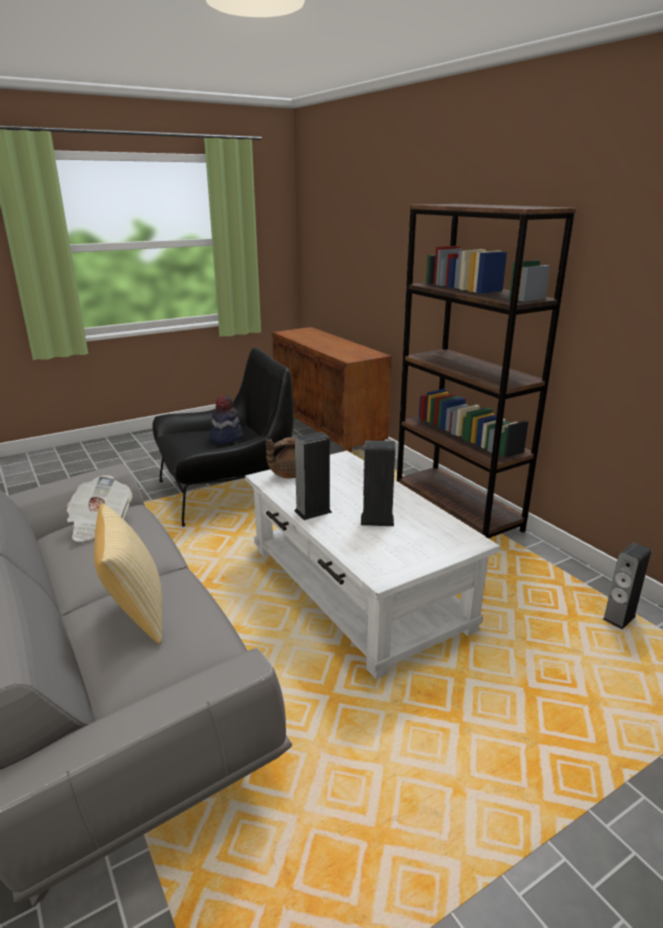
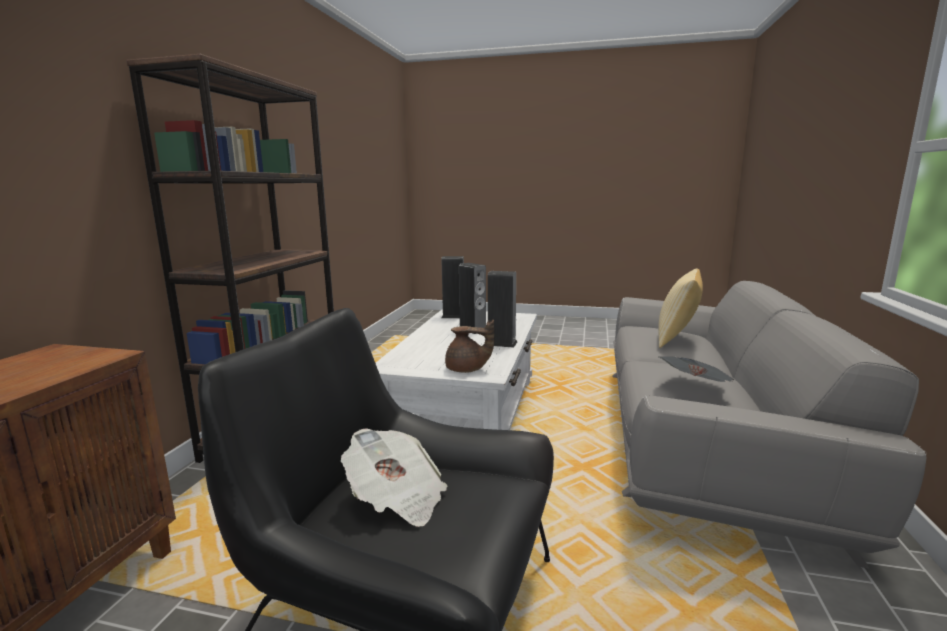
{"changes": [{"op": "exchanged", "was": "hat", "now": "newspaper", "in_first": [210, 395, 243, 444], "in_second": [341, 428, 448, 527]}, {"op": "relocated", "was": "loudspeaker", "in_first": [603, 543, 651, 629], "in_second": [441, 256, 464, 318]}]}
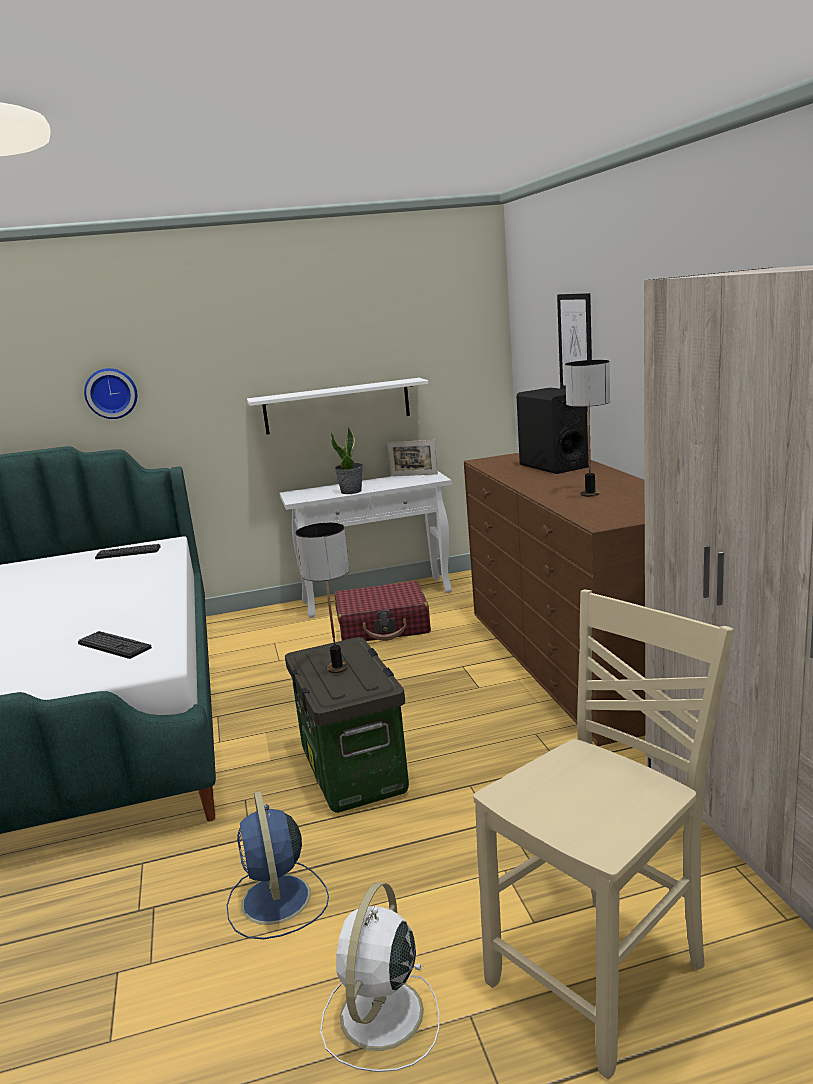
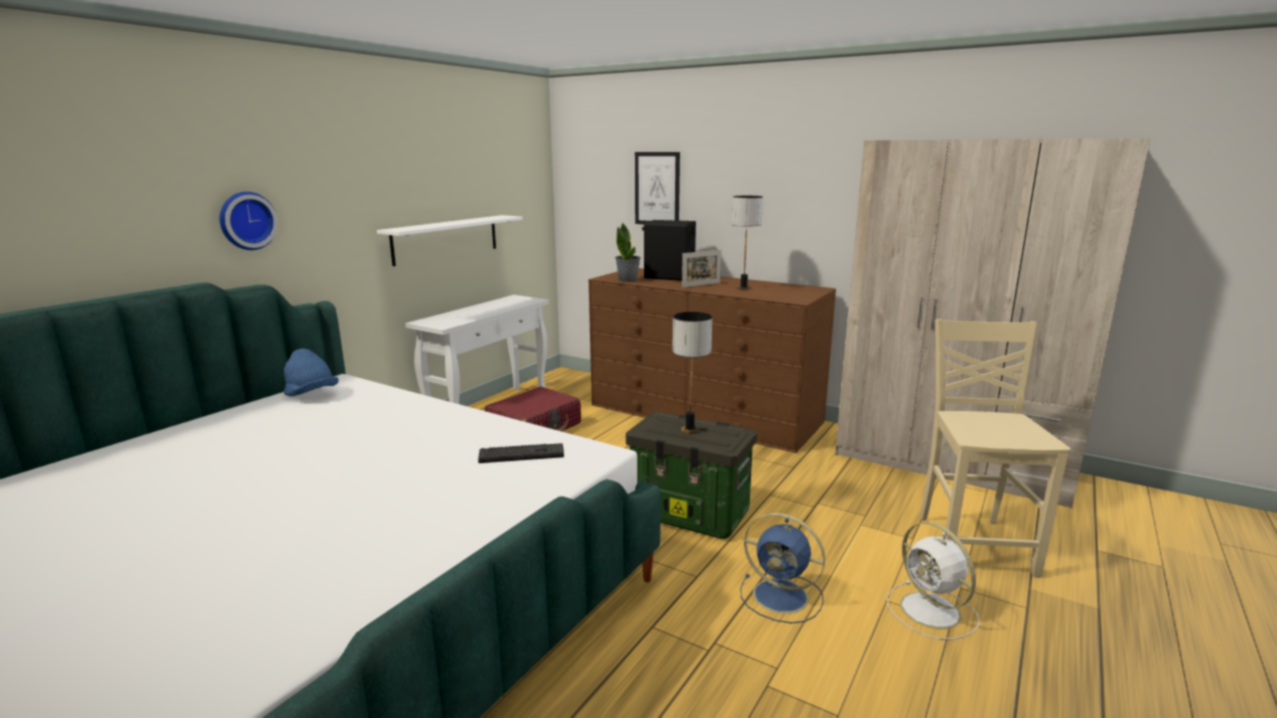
{"changes": [{"op": "exchanged", "was": "computer keyboard", "now": "bluish hat", "in_first": [95, 544, 161, 559], "in_second": [284, 348, 339, 396]}, {"op": "relocated", "was": "plant in a pot", "in_first": [331, 427, 363, 494], "in_second": [615, 223, 641, 282]}, {"op": "relocated", "was": "photo frame", "in_first": [387, 440, 438, 476], "in_second": [682, 250, 721, 288]}]}
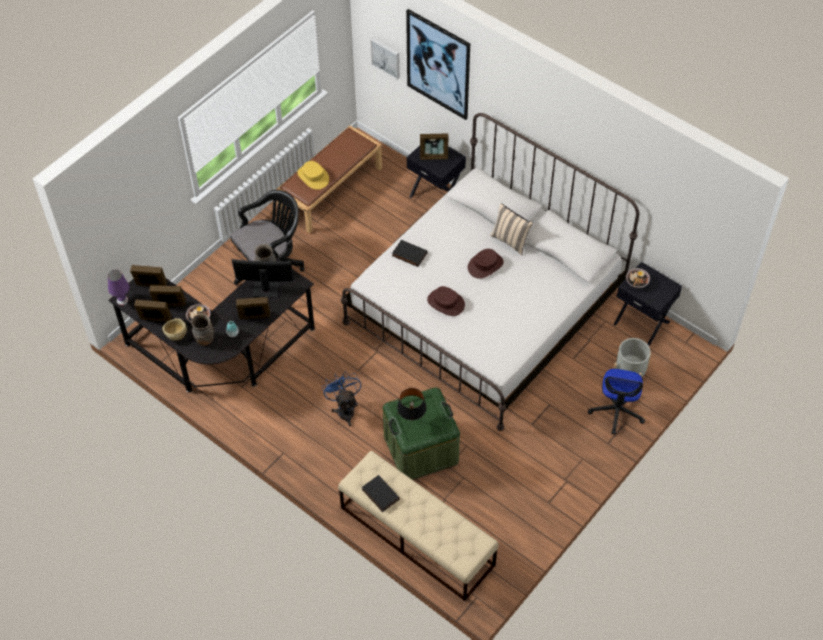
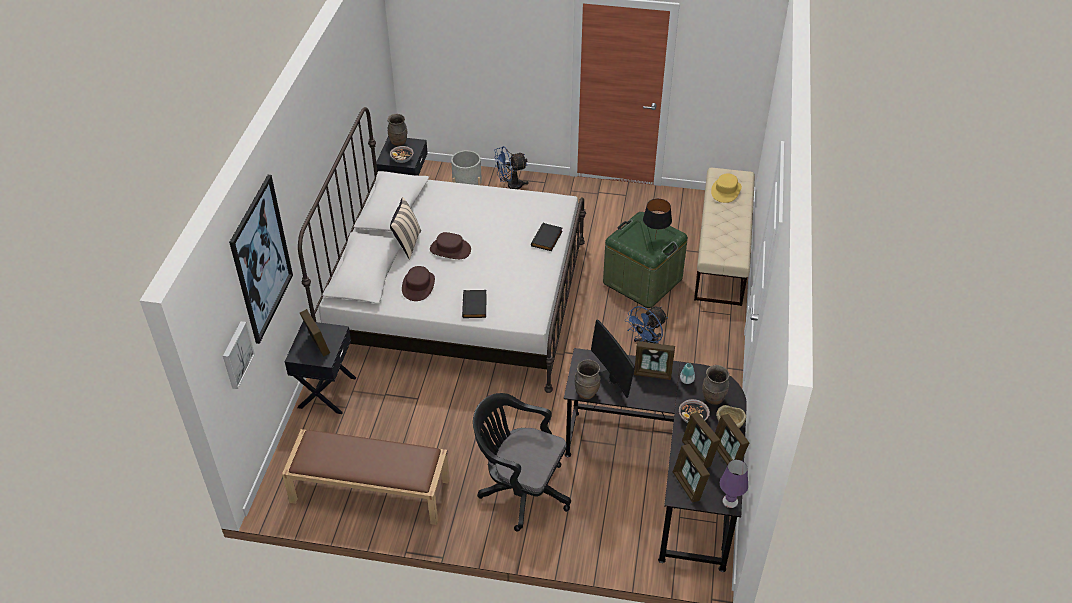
{"changes": [{"op": "appeared", "now": "brown flower vase", "in_second": [387, 114, 408, 146]}, {"op": "relocated", "was": "brown hat", "in_first": [427, 286, 465, 316], "in_second": [402, 266, 435, 301]}, {"op": "exchanged", "was": "office chair", "now": "bluish fan", "in_first": [588, 369, 645, 434], "in_second": [494, 146, 528, 189]}, {"op": "relocated", "was": "black-coloured book", "in_first": [362, 475, 400, 512], "in_second": [531, 223, 563, 251]}, {"op": "spun", "was": "photo frame", "in_first": [236, 297, 270, 319], "in_second": [634, 341, 675, 380], "clockwise": -45}, {"op": "relocated", "was": "yellow-coloured hat", "in_first": [297, 161, 329, 190], "in_second": [711, 173, 742, 203]}]}
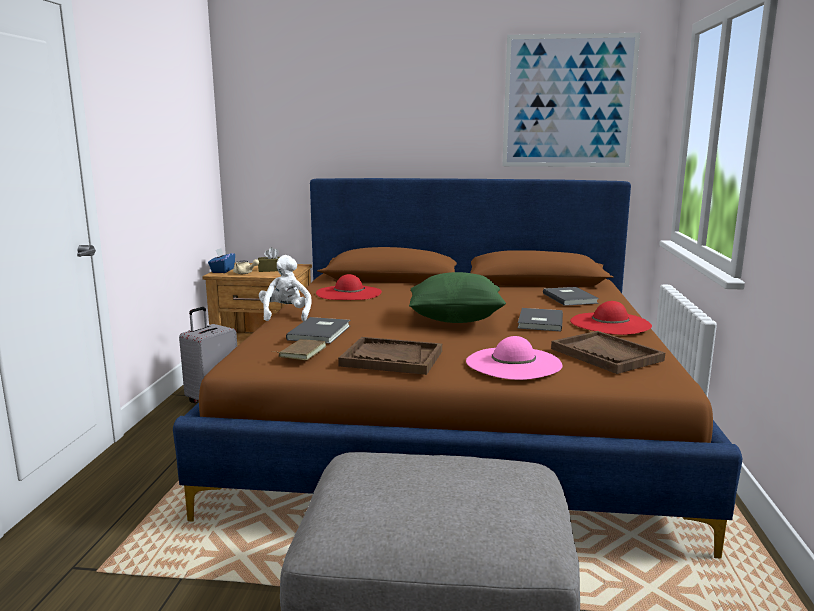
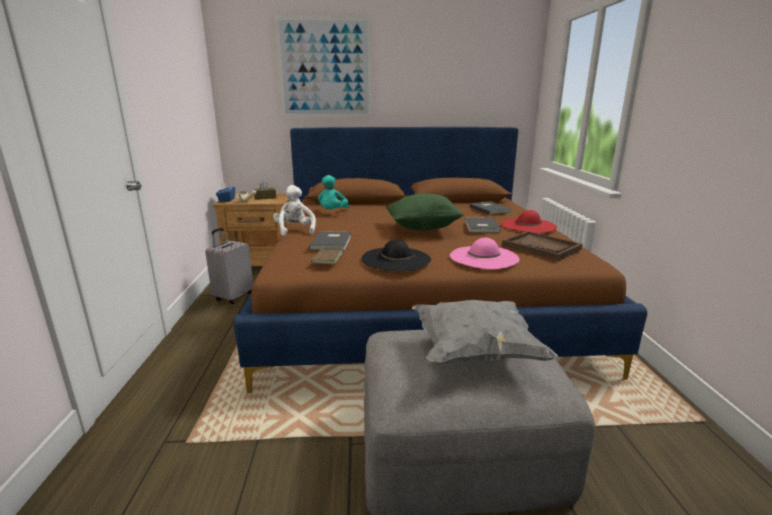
{"changes": [{"op": "relocated", "was": "wall art", "in_first": [502, 33, 640, 167], "in_second": [275, 16, 372, 117]}, {"op": "exchanged", "was": "red-coloured hat", "now": "turquoise soft toy", "in_first": [316, 274, 382, 300], "in_second": [318, 175, 349, 209]}, {"op": "exchanged", "was": "brown serving tray", "now": "black-coloured hat", "in_first": [338, 337, 442, 375], "in_second": [361, 239, 431, 272]}, {"op": "appeared", "now": "greyish pillow", "in_second": [412, 300, 558, 363]}]}
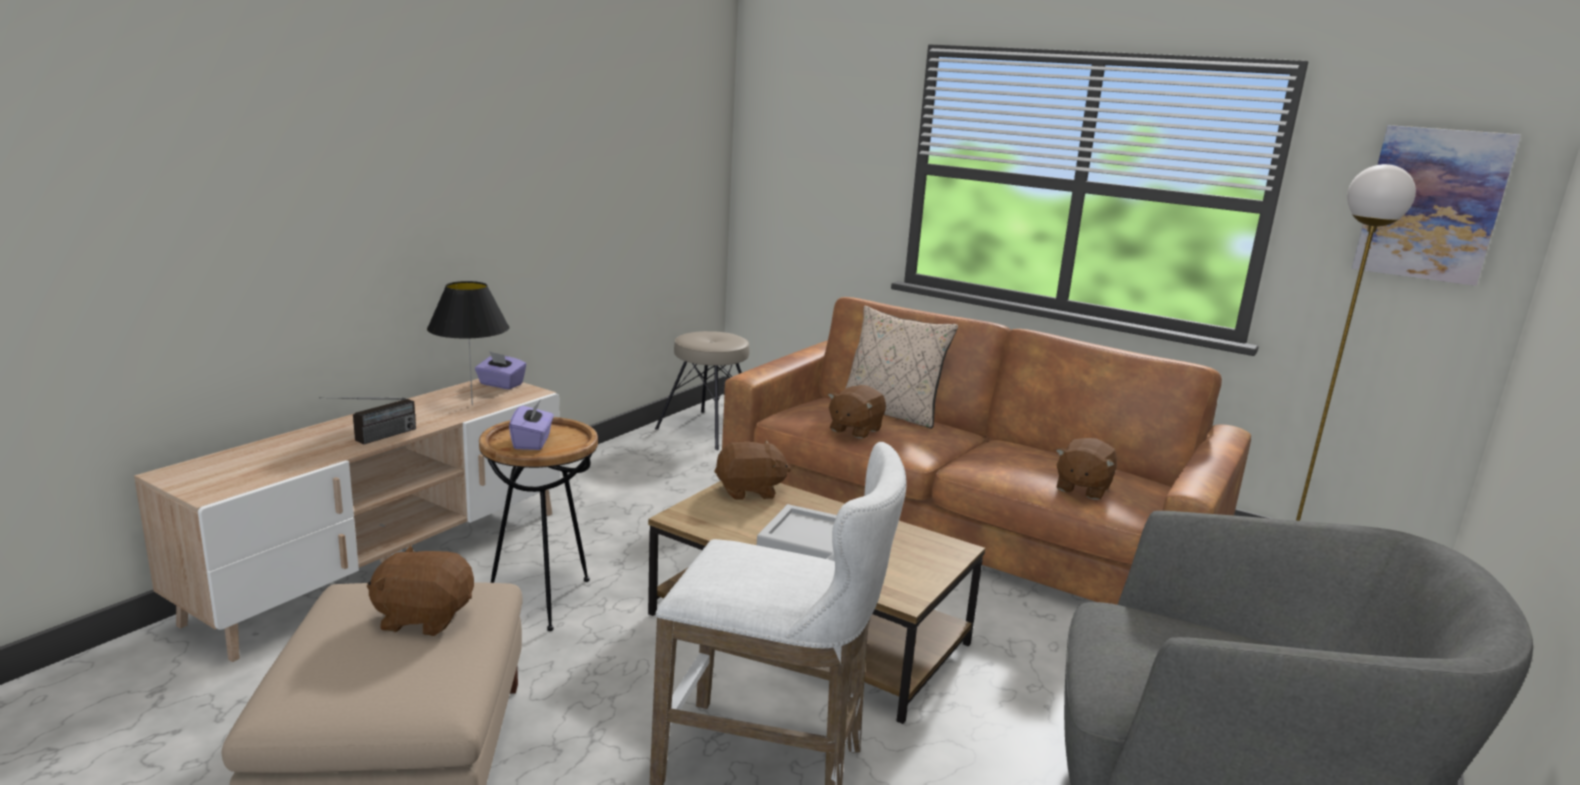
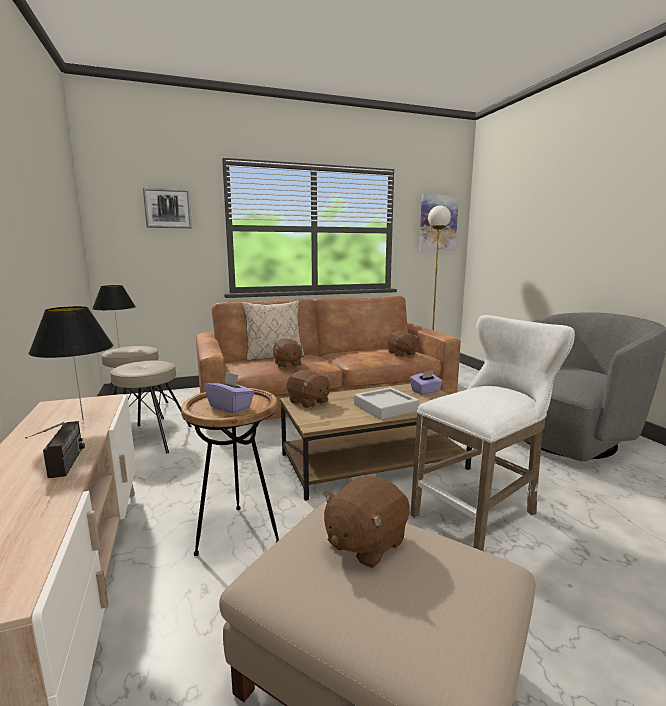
{"changes": [{"op": "appeared", "now": "black-coloured tabletop lamp", "in_second": [92, 285, 136, 344]}, {"op": "appeared", "now": "sand-coloured sitting stool", "in_second": [110, 360, 192, 453]}, {"op": "appeared", "now": "wall art", "in_second": [143, 188, 192, 228]}, {"op": "spun", "was": "brown soft toy", "in_first": [714, 440, 791, 500], "in_second": [287, 370, 331, 408], "clockwise": 105}, {"op": "relocated", "was": "purple-coloured tissue box", "in_first": [475, 351, 526, 390], "in_second": [410, 370, 443, 395]}]}
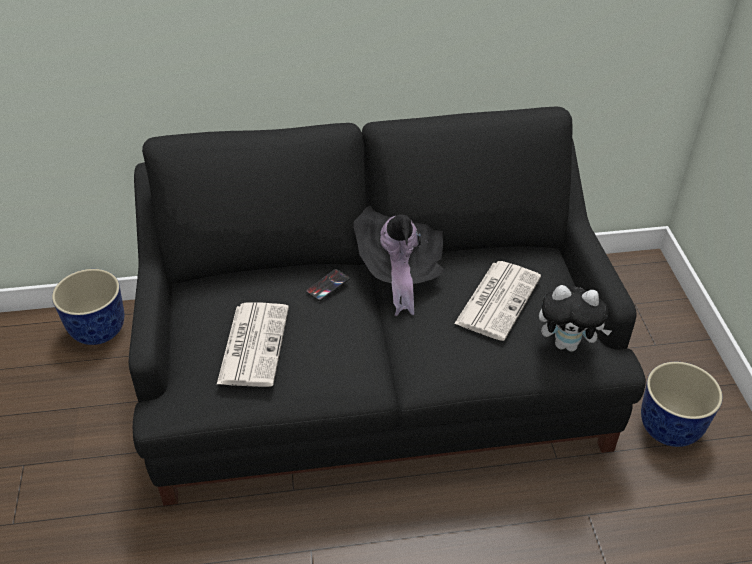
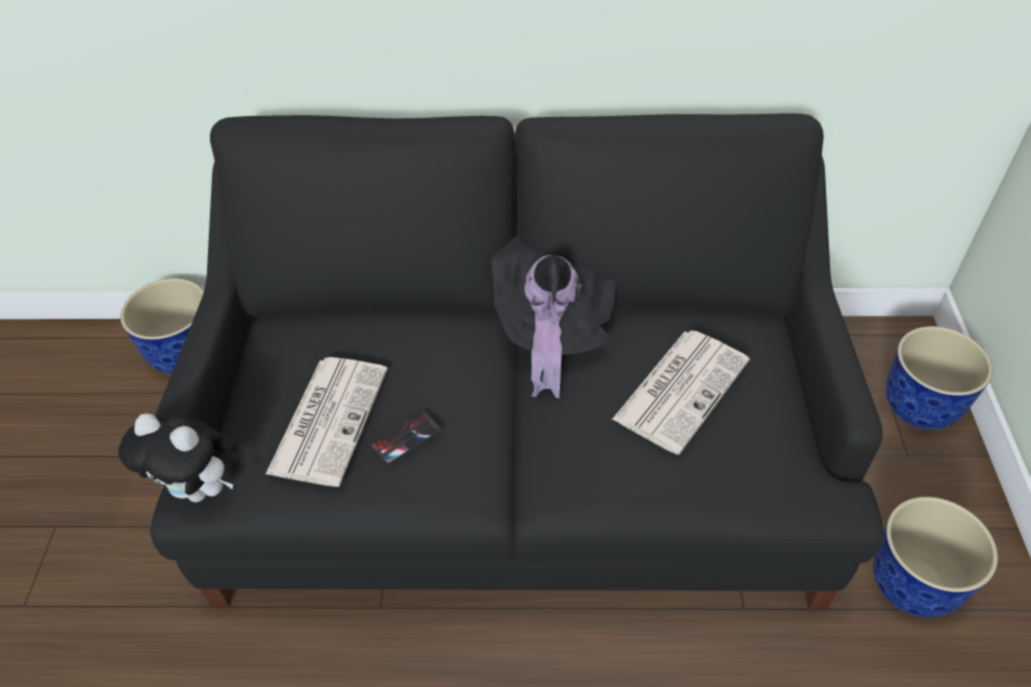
{"changes": [{"op": "relocated", "was": "soft toy", "in_first": [539, 285, 612, 352], "in_second": [118, 413, 237, 502]}, {"op": "relocated", "was": "handset", "in_first": [306, 269, 350, 301], "in_second": [371, 411, 441, 465]}, {"op": "appeared", "now": "planter", "in_second": [886, 326, 993, 429]}]}
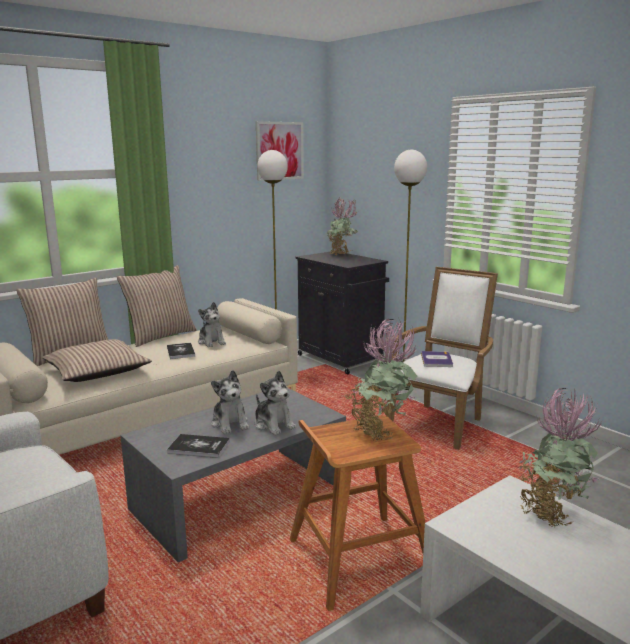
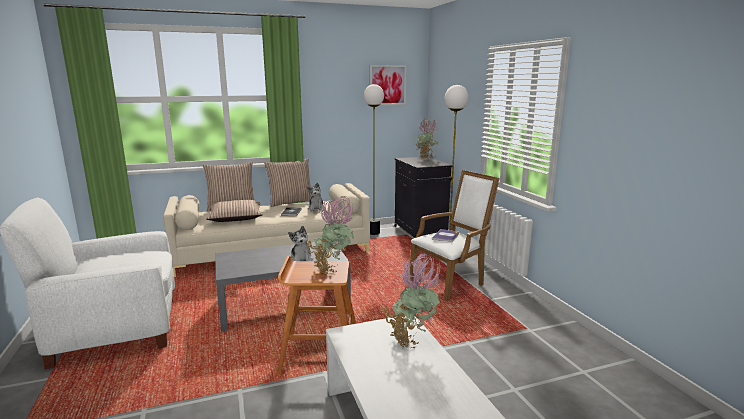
{"changes": [{"op": "missing", "was": "book", "in_first": [167, 434, 230, 458]}, {"op": "missing", "was": "soft toy", "in_first": [211, 370, 249, 434]}]}
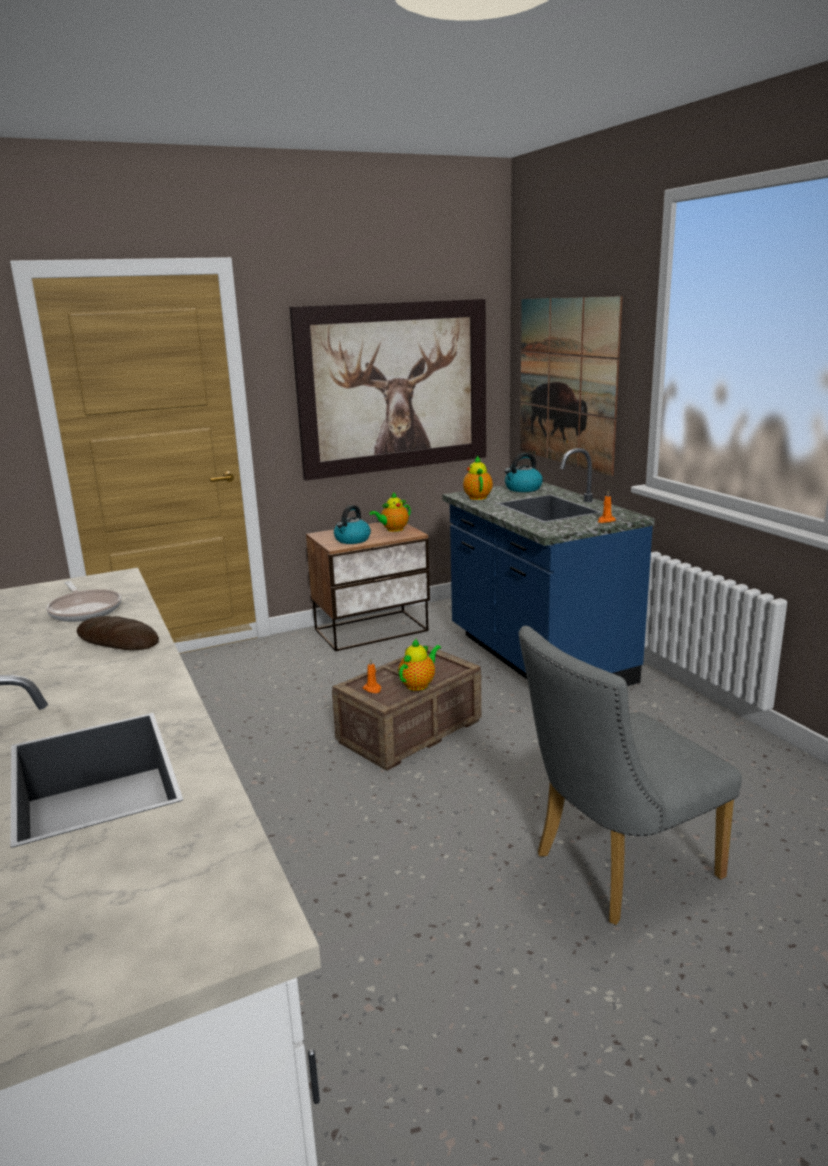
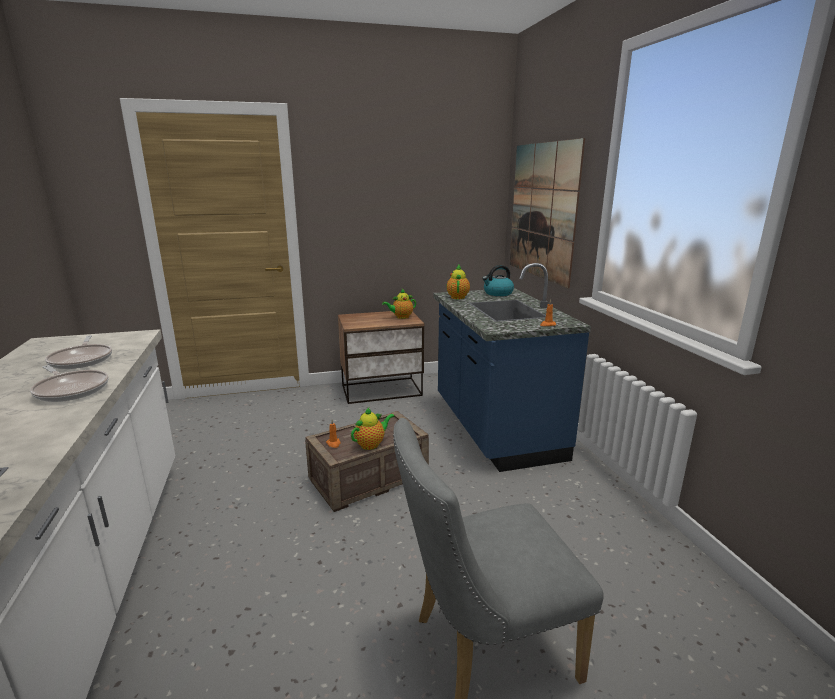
{"changes": [{"op": "exchanged", "was": "bakery bread", "now": "skillet", "in_first": [77, 616, 159, 650], "in_second": [30, 365, 109, 402]}, {"op": "missing", "was": "wall art", "in_first": [289, 299, 486, 481]}, {"op": "missing", "was": "kettle", "in_first": [334, 505, 371, 544]}]}
